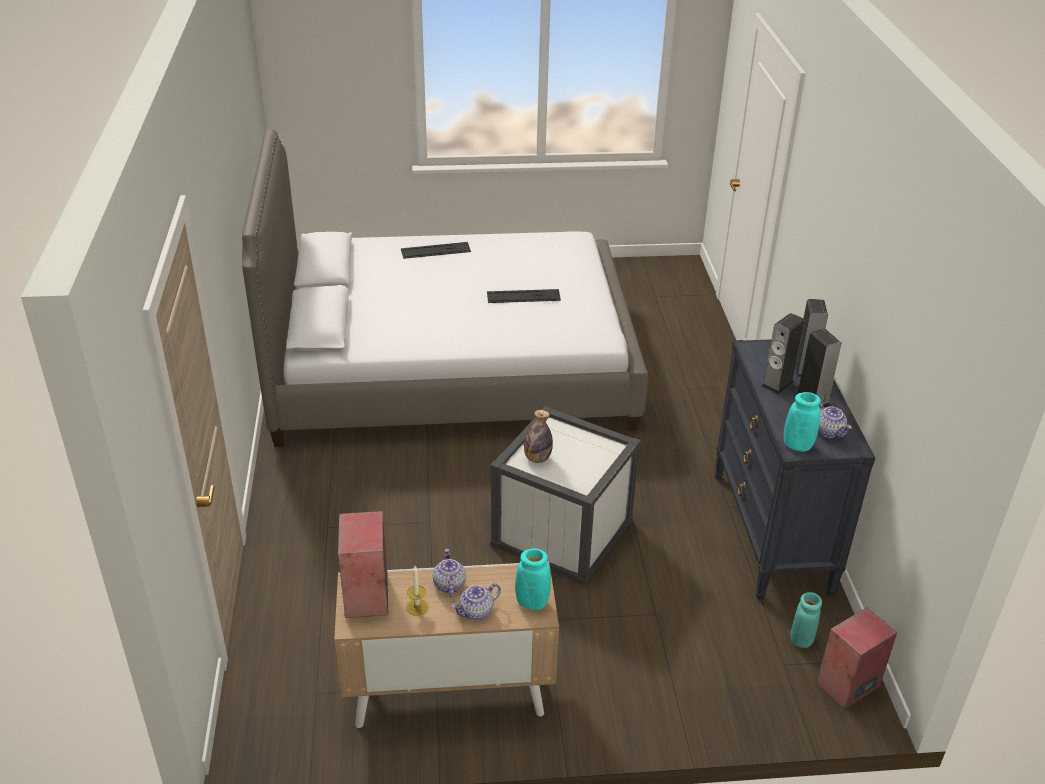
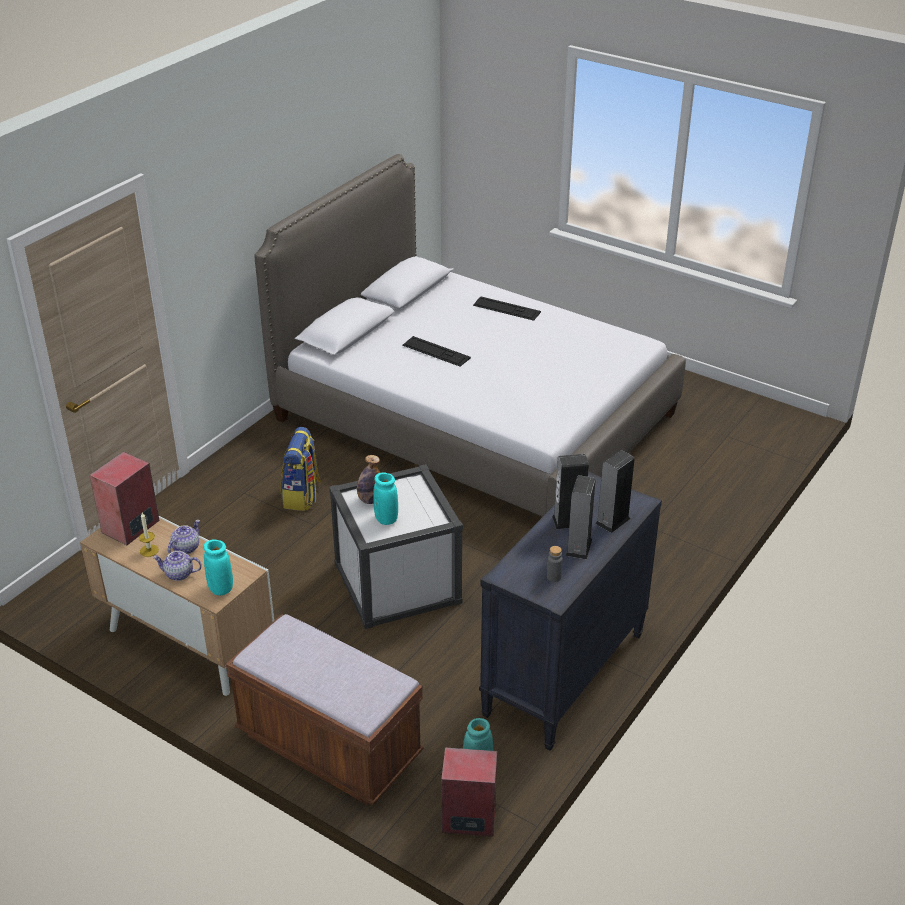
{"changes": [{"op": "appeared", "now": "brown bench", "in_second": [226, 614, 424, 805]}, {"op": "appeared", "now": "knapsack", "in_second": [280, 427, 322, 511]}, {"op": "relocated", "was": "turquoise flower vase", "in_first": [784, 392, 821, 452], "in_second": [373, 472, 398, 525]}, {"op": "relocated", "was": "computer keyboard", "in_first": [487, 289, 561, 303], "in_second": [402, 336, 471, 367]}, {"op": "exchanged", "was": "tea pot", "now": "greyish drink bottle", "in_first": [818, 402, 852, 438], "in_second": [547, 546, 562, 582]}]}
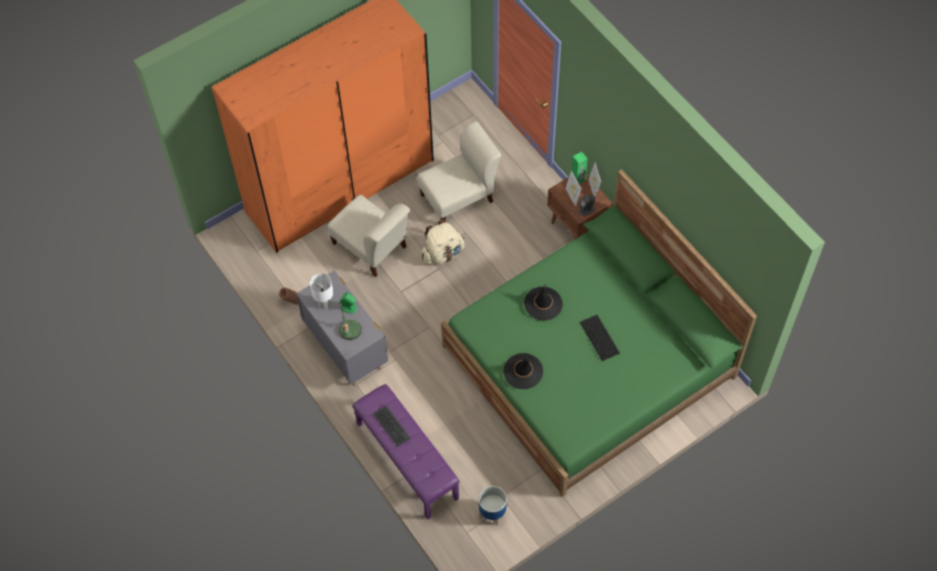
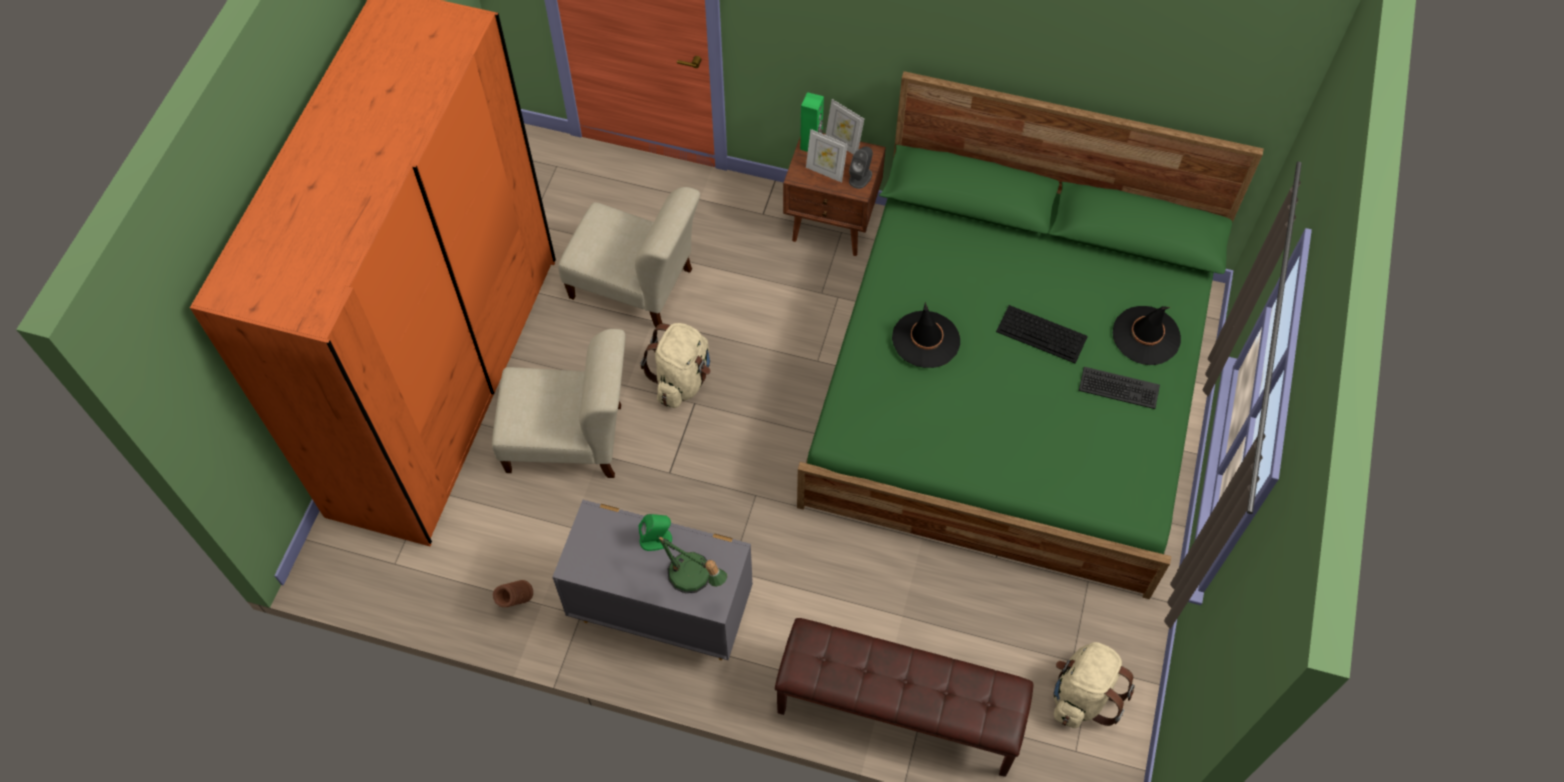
{"changes": [{"op": "spun", "was": "sand-coloured plain chair", "in_first": [417, 121, 501, 221], "in_second": [558, 187, 700, 327], "clockwise": 90}, {"op": "colour", "was": "purple-coloured bench", "now": "brown bench", "in_first": [352, 384, 460, 520], "in_second": [775, 618, 1034, 777]}, {"op": "exchanged", "was": "planter", "now": "sand-coloured knapsack", "in_first": [479, 486, 507, 526], "in_second": [1053, 642, 1135, 728]}, {"op": "relocated", "was": "computer keyboard", "in_first": [373, 406, 410, 447], "in_second": [1079, 367, 1160, 409]}, {"op": "relocated", "was": "black-coloured hat", "in_first": [503, 353, 543, 389], "in_second": [1113, 306, 1181, 365]}, {"op": "missing", "was": "white tabletop lamp", "in_first": [310, 273, 333, 309]}]}
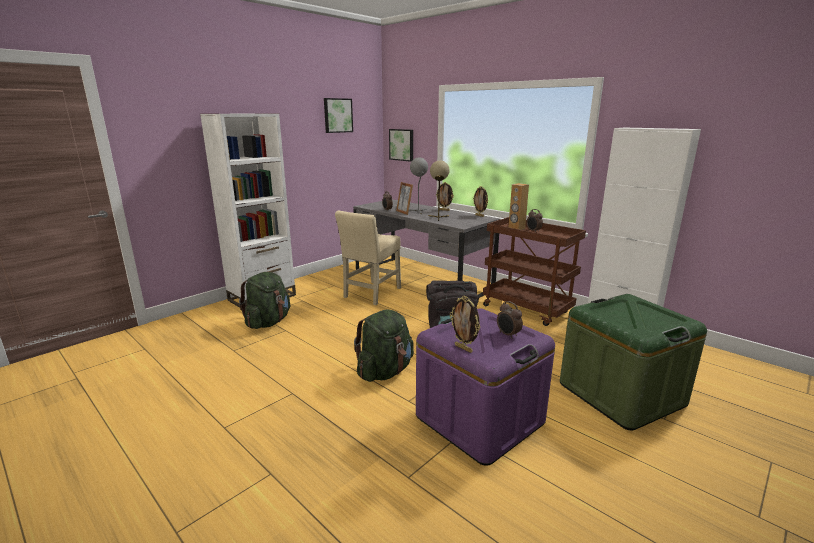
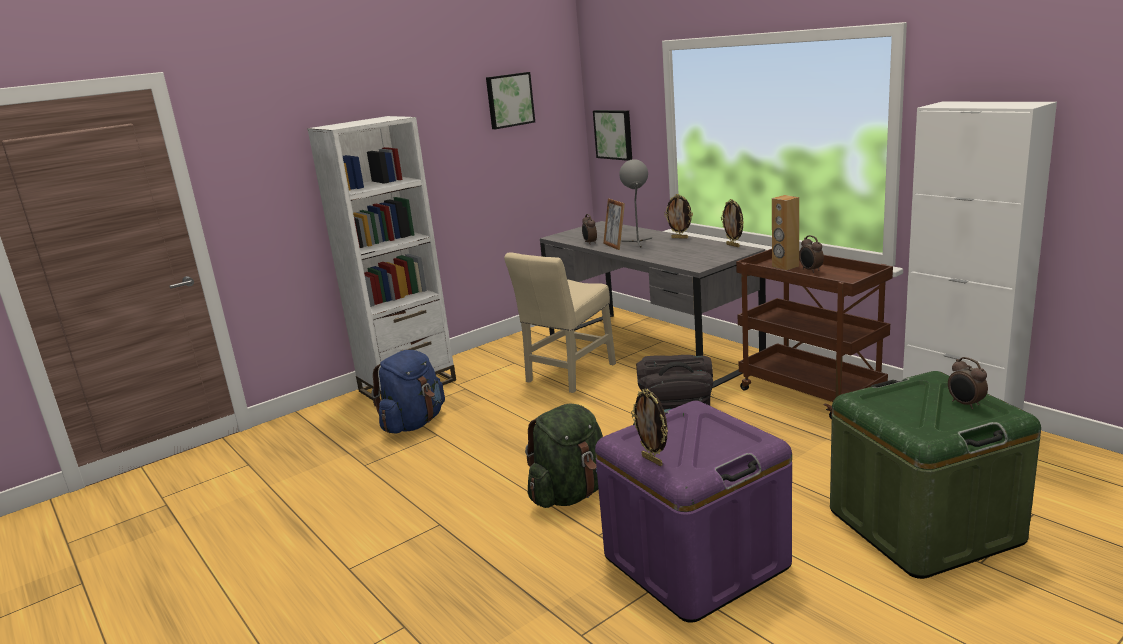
{"changes": [{"op": "colour", "was": "green-coloured knapsack", "now": "bluish knapsack", "in_first": [239, 272, 290, 329], "in_second": [372, 350, 445, 434]}, {"op": "relocated", "was": "alarm clock", "in_first": [497, 301, 523, 339], "in_second": [948, 357, 988, 409]}, {"op": "missing", "was": "sand-coloured tabletop lamp", "in_first": [428, 160, 450, 221]}]}
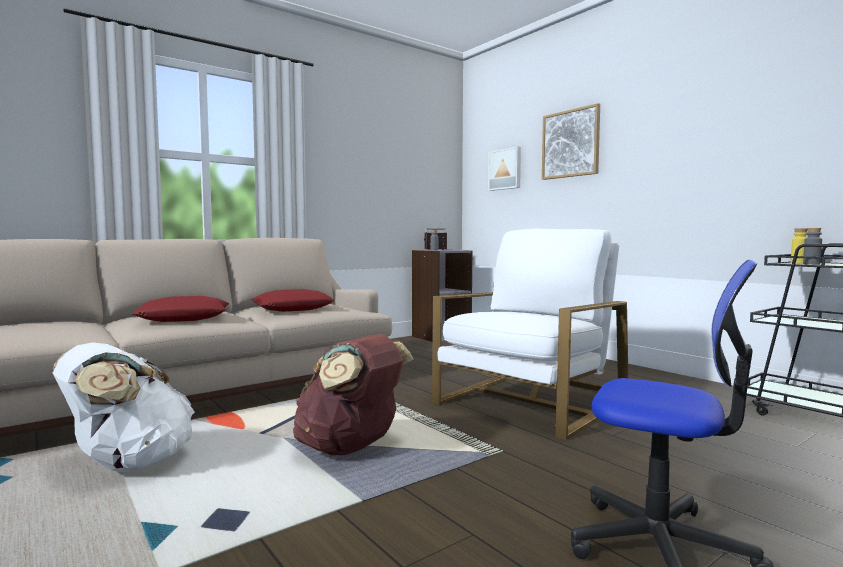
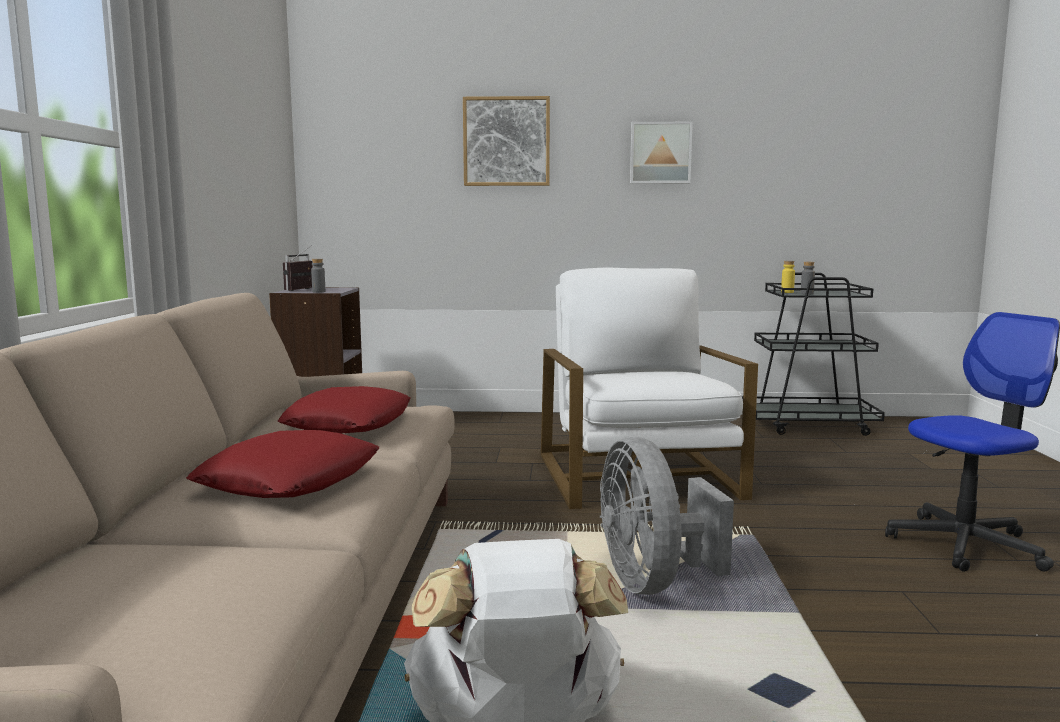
{"changes": [{"op": "exchanged", "was": "brown knapsack", "now": "greyish fan", "in_first": [293, 334, 414, 455], "in_second": [600, 437, 734, 595]}, {"op": "relocated", "was": "wall art", "in_first": [488, 146, 521, 191], "in_second": [630, 122, 693, 184]}]}
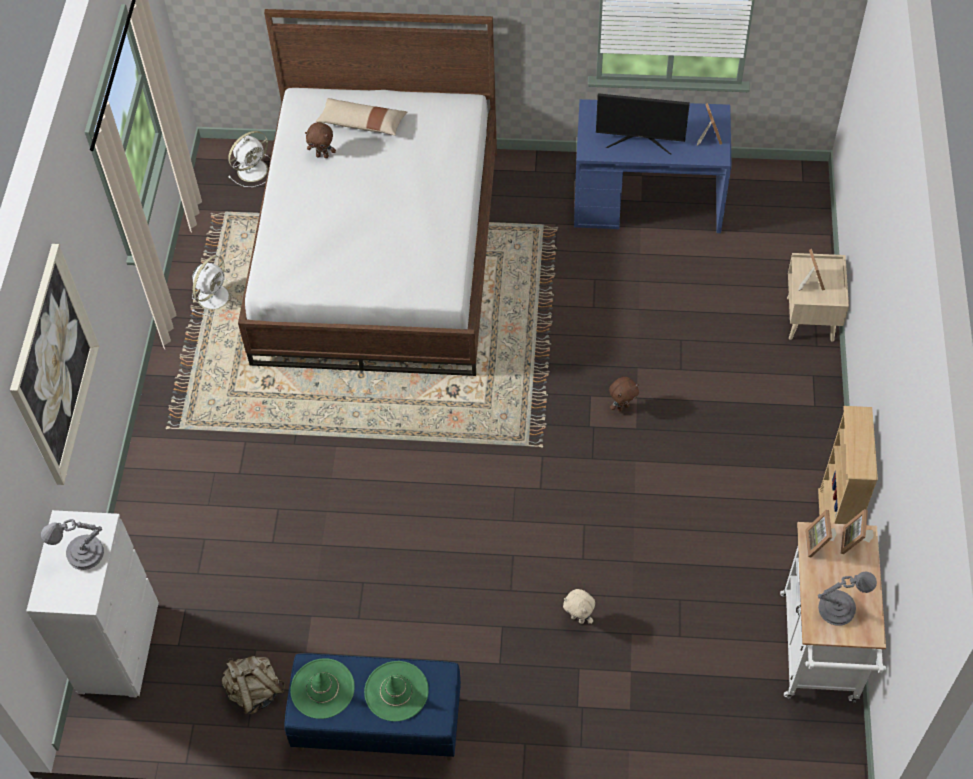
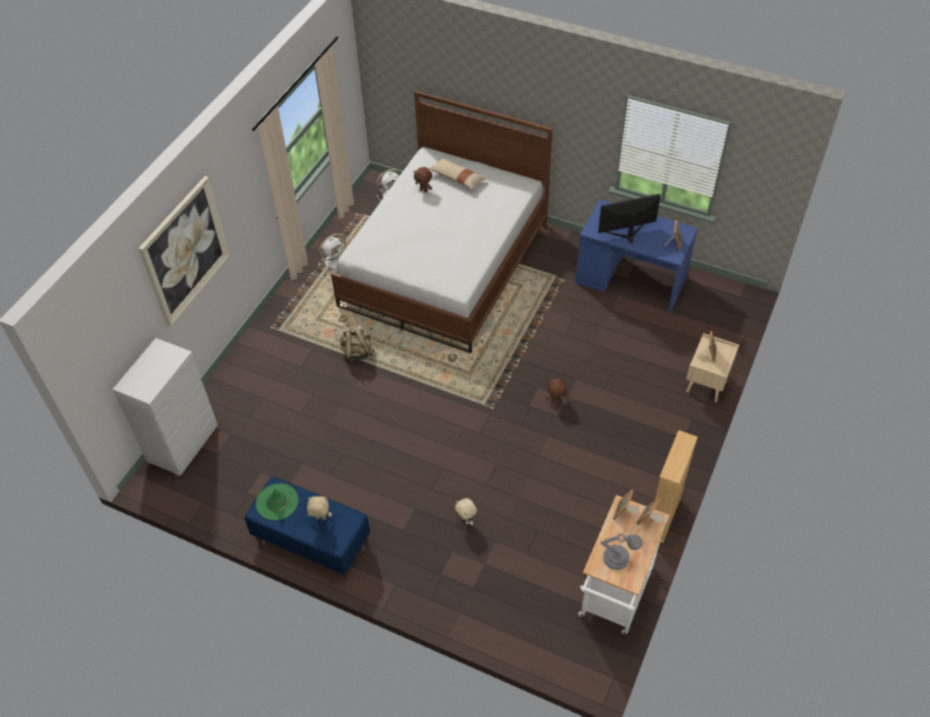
{"changes": [{"op": "exchanged", "was": "green-coloured hat", "now": "sand-coloured soft toy", "in_first": [364, 661, 429, 721], "in_second": [307, 496, 332, 520]}, {"op": "relocated", "was": "sand-coloured knapsack", "in_first": [222, 656, 285, 714], "in_second": [340, 325, 374, 362]}, {"op": "spun", "was": "computer display", "in_first": [596, 93, 690, 155], "in_second": [598, 194, 661, 243], "clockwise": 135}, {"op": "missing", "was": "greyish tabletop lamp", "in_first": [41, 519, 104, 570]}]}
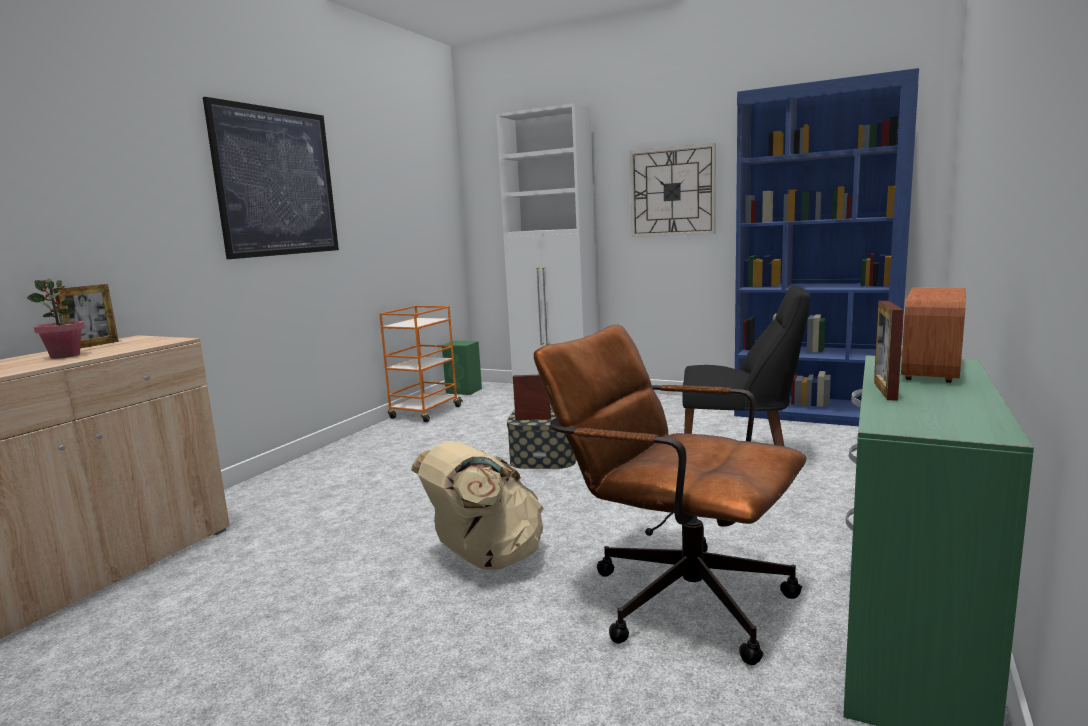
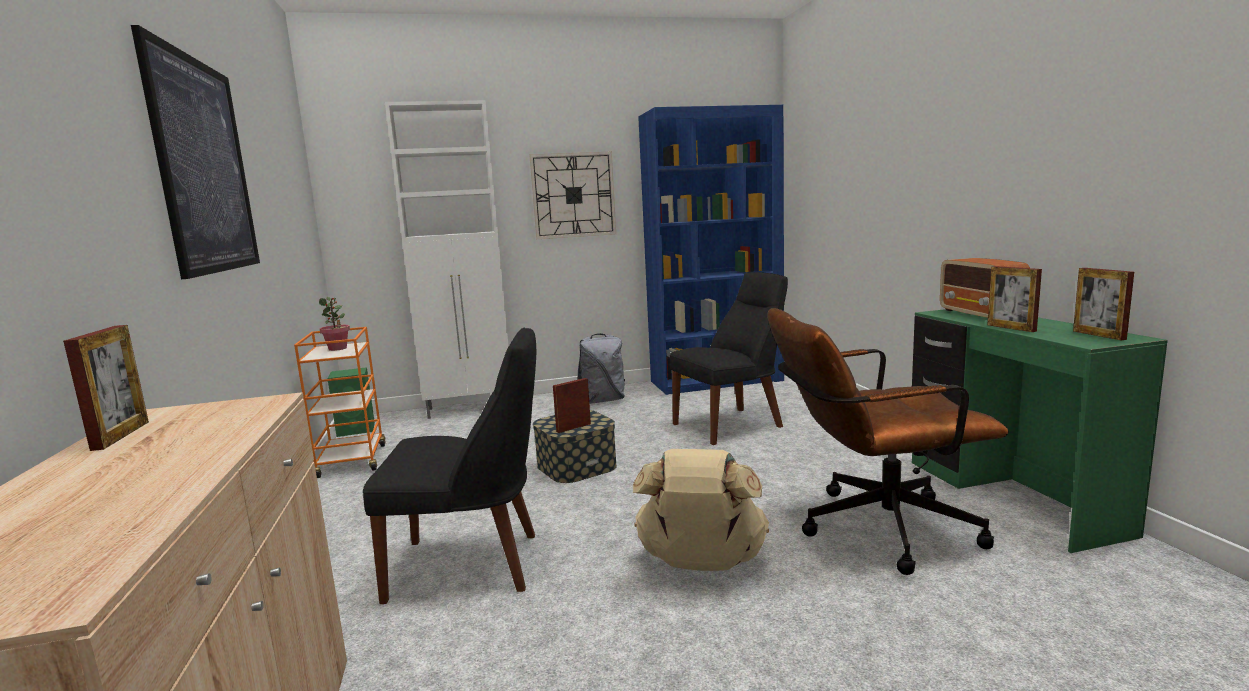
{"changes": [{"op": "relocated", "was": "plant in a pot", "in_first": [27, 279, 84, 359], "in_second": [319, 297, 350, 351]}, {"op": "appeared", "now": "black-coloured plain chair", "in_second": [363, 328, 536, 604]}, {"op": "appeared", "now": "greyish knapsack", "in_second": [577, 333, 625, 404]}, {"op": "appeared", "now": "photo frame", "in_second": [1073, 268, 1134, 340]}]}
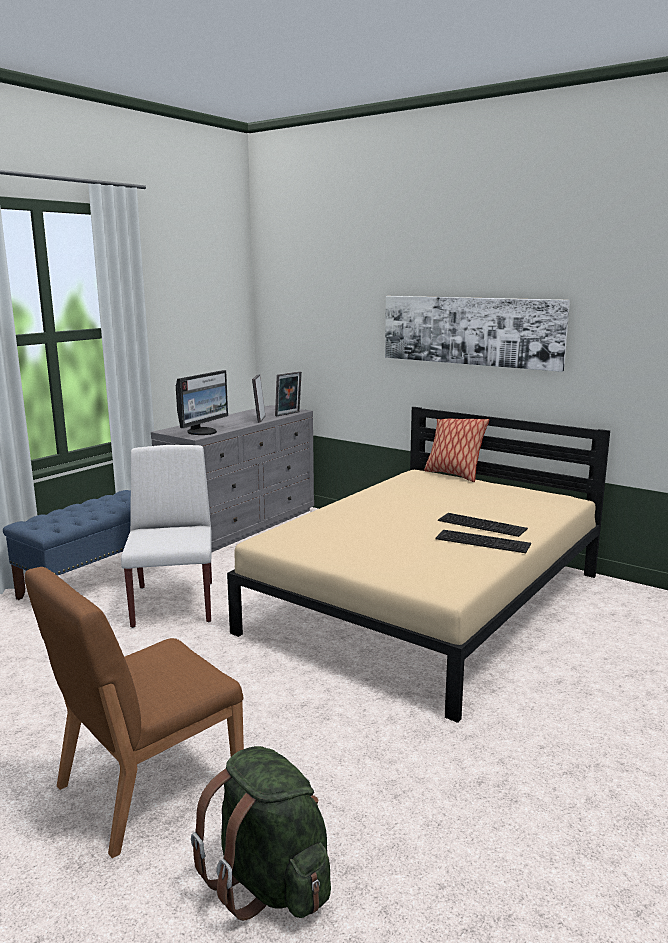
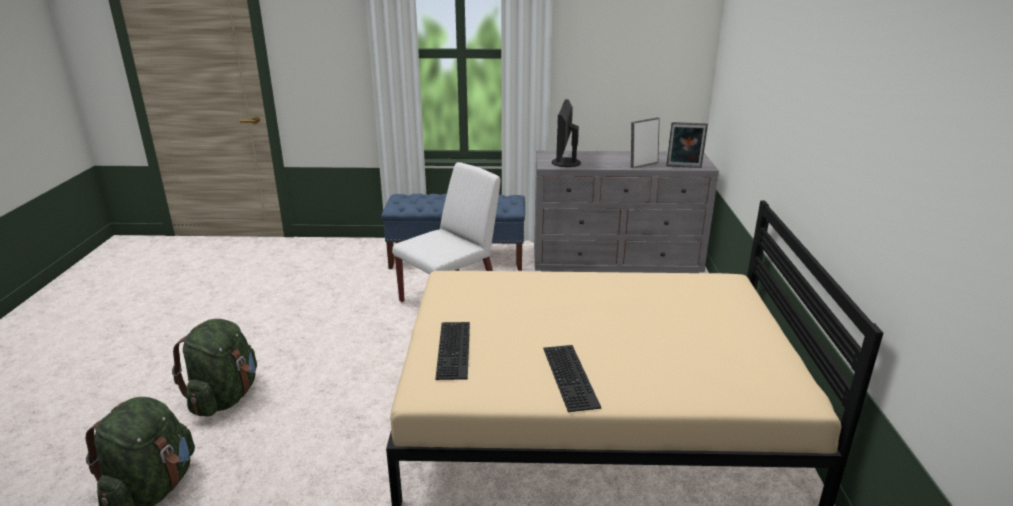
{"changes": [{"op": "exchanged", "was": "brown plain chair", "now": "green-coloured knapsack", "in_first": [24, 567, 244, 858], "in_second": [172, 319, 257, 416]}, {"op": "relocated", "was": "computer keyboard", "in_first": [438, 513, 528, 537], "in_second": [435, 322, 470, 380]}, {"op": "spun", "was": "computer display", "in_first": [176, 370, 228, 435], "in_second": [552, 99, 581, 167], "clockwise": 105}, {"op": "missing", "was": "wall art", "in_first": [385, 296, 570, 372]}, {"op": "missing", "was": "pillow", "in_first": [424, 419, 489, 482]}]}
